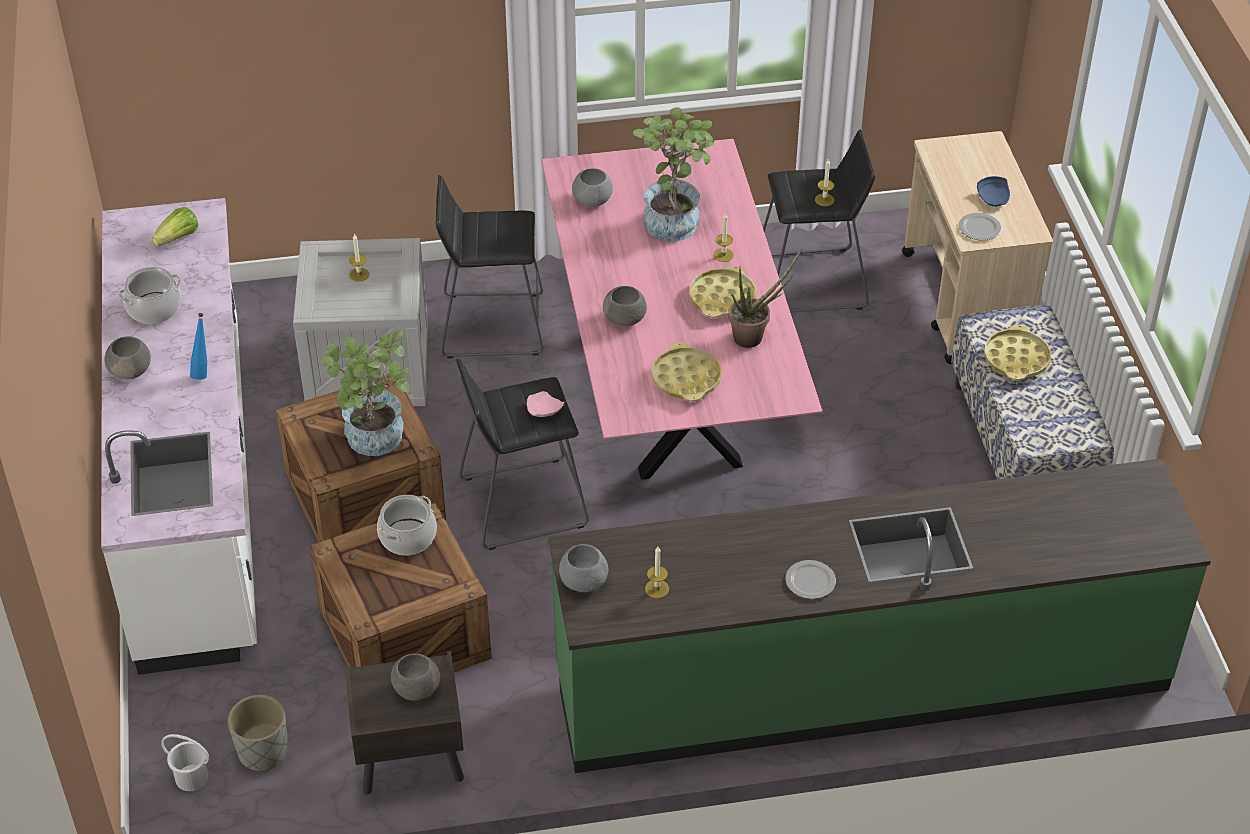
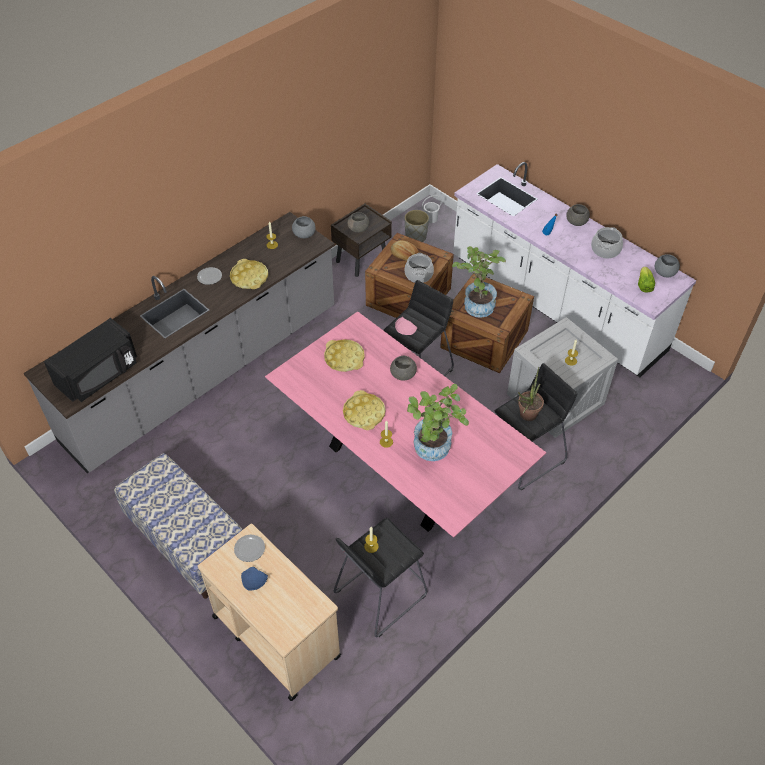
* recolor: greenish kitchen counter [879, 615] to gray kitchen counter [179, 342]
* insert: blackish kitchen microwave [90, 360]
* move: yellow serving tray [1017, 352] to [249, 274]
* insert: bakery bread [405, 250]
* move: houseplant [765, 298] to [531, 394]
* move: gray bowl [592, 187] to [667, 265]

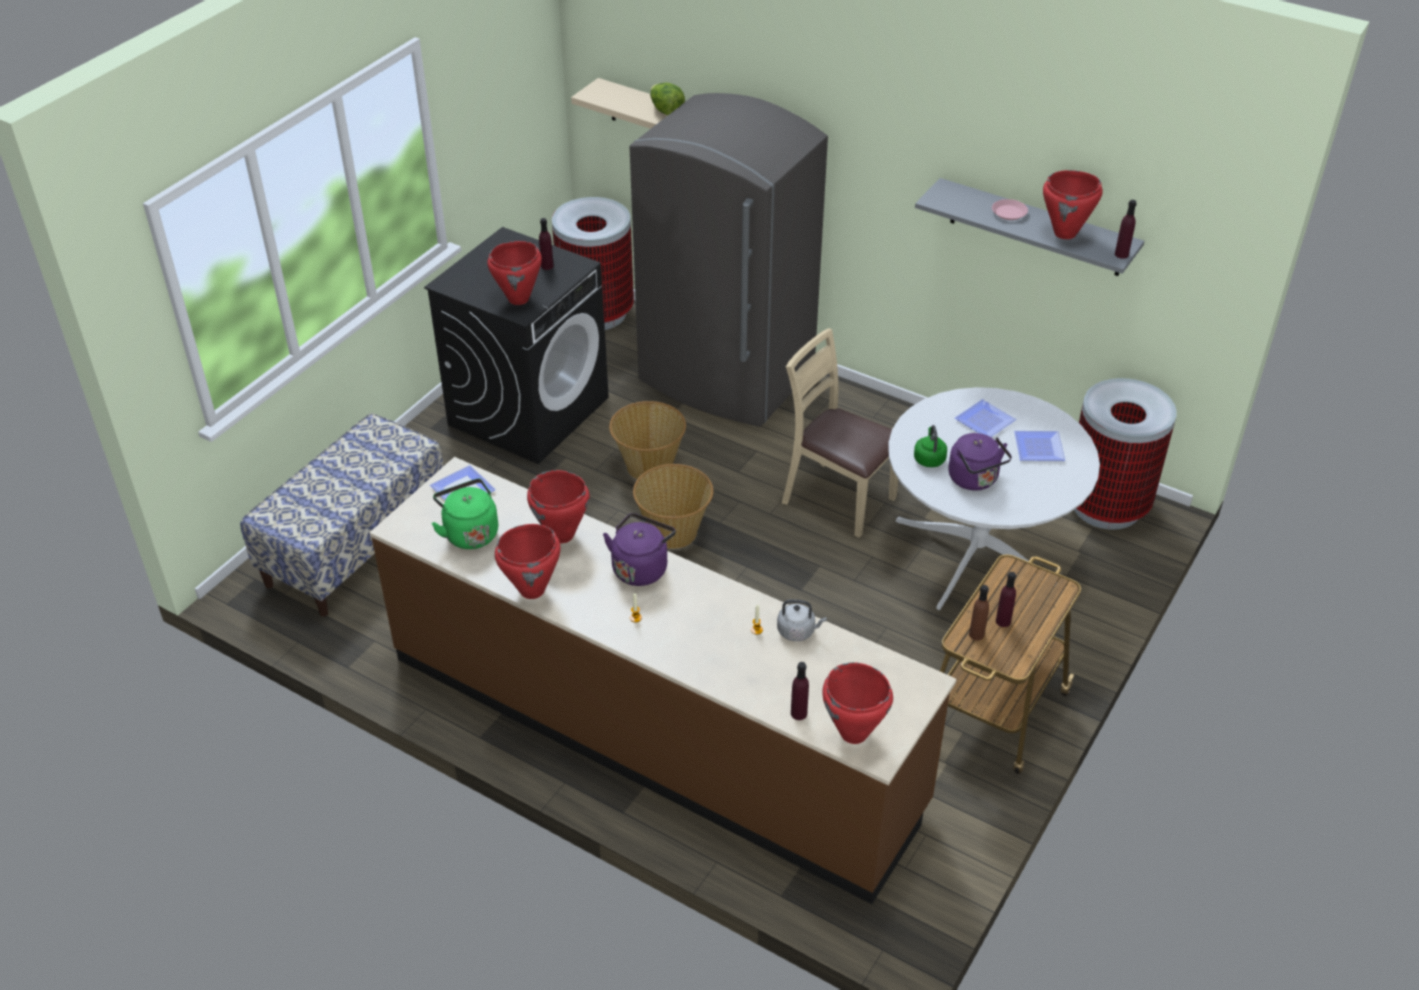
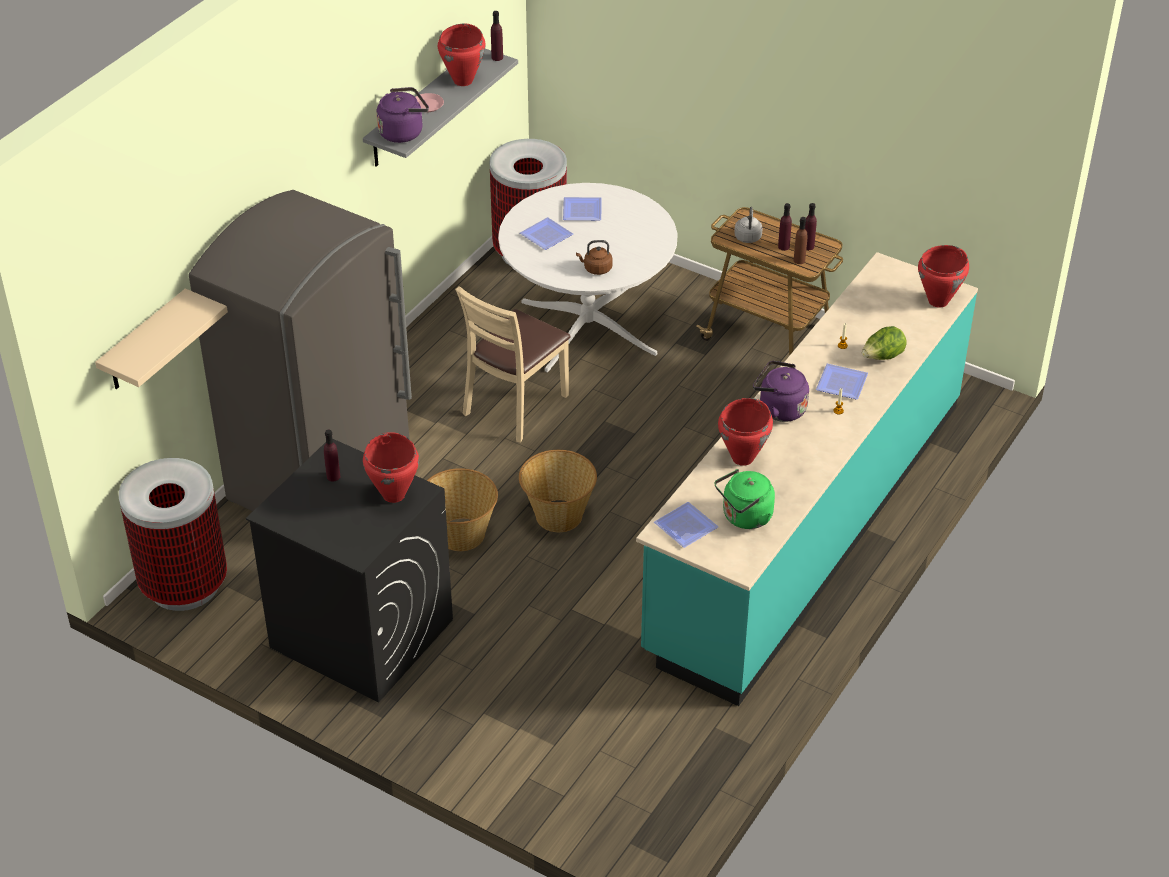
* move: purplish tea kettle [980, 462] to [402, 115]
* recolor: greenish tea kettle [930, 446] to brown tea kettle [594, 257]
* recolor: brown kitchen counter [663, 680] to turquoise-coloured kitchen counter [807, 479]
* move: gray tea kettle [801, 620] to [748, 225]
* move: purplish beverage bottle [800, 691] to [811, 226]
* insert: dinner plate [842, 381]
* move: lettuce [667, 99] to [884, 343]
* delete: indoor bench [341, 515]
* delete: reddish stockpot [527, 561]

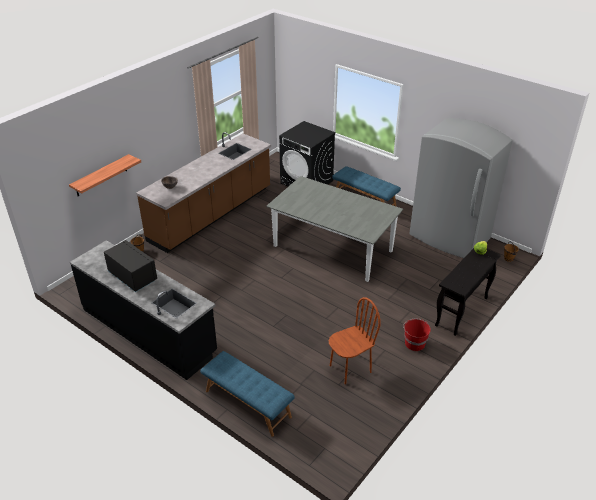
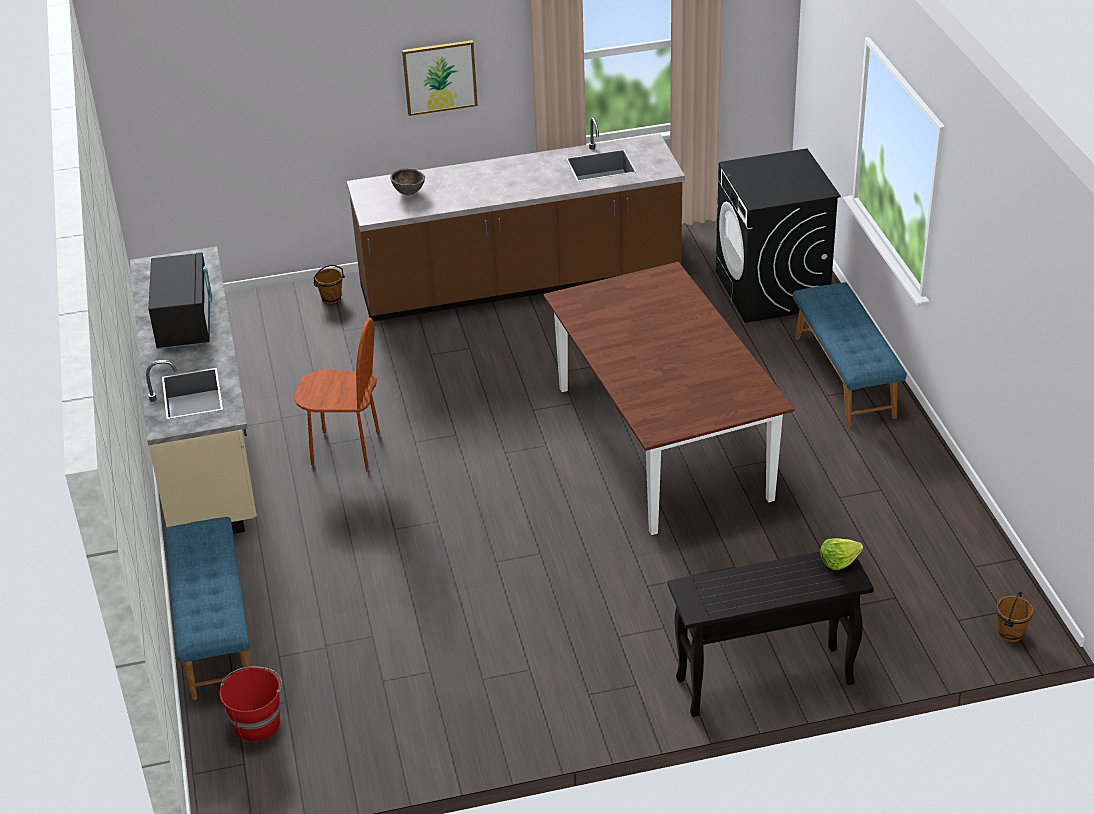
* recolor: blackish kitchen counter [143, 310] to beige-coloured kitchen counter [193, 390]
* move: reddish pail [417, 335] to [250, 704]
* move: brown chair [355, 340] to [337, 393]
* insert: wall art [440, 78]
* recolor: gray dinner table [334, 229] to brown dinner table [669, 398]
* delete: bracket shelf [105, 175]
* delete: gray fridge [461, 188]

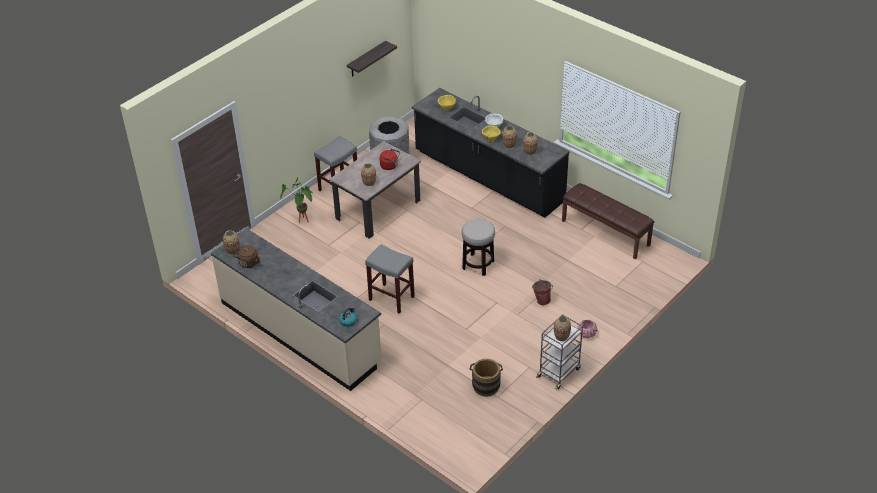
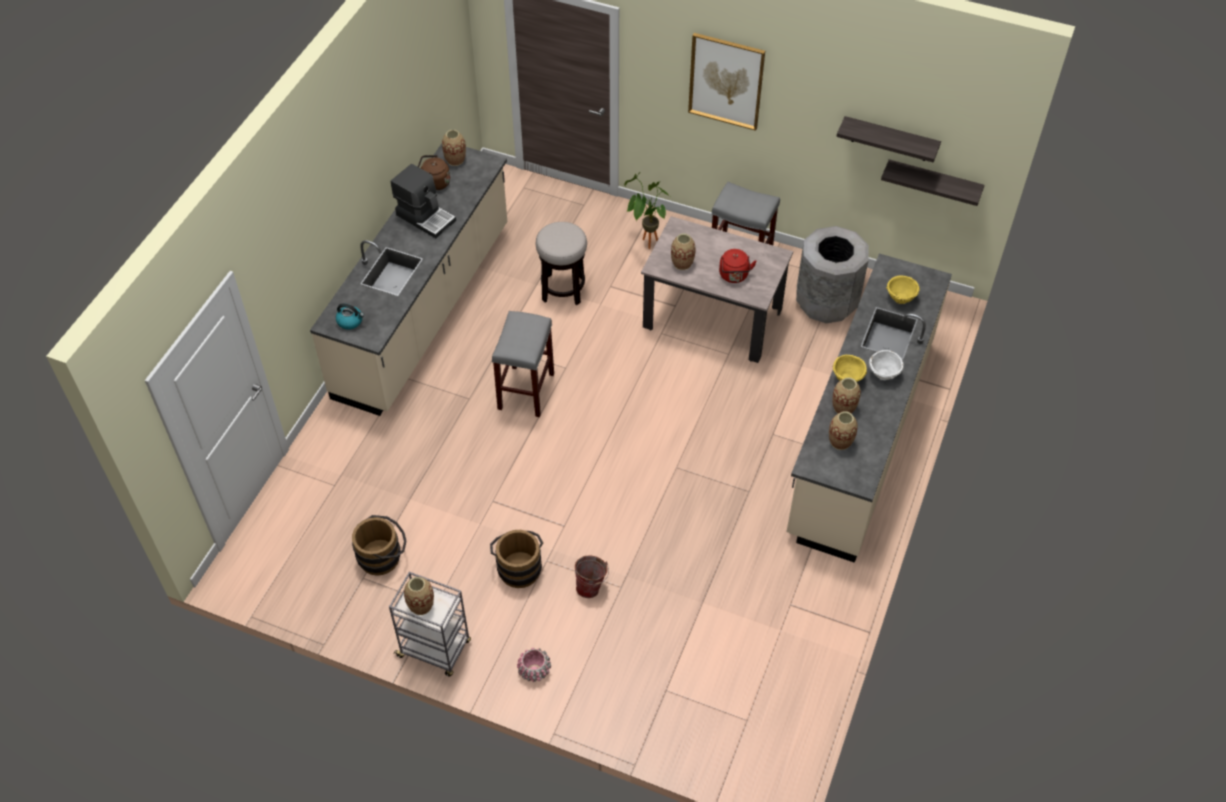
* insert: coffee maker [423, 201]
* insert: brown pail [516, 559]
* move: stool [478, 247] to [561, 263]
* insert: wall art [726, 82]
* recolor: blackish kitchen counter [491, 152] to beige-coloured kitchen counter [869, 408]
* insert: bracket shelf [932, 182]
* delete: brown indoor bench [608, 221]

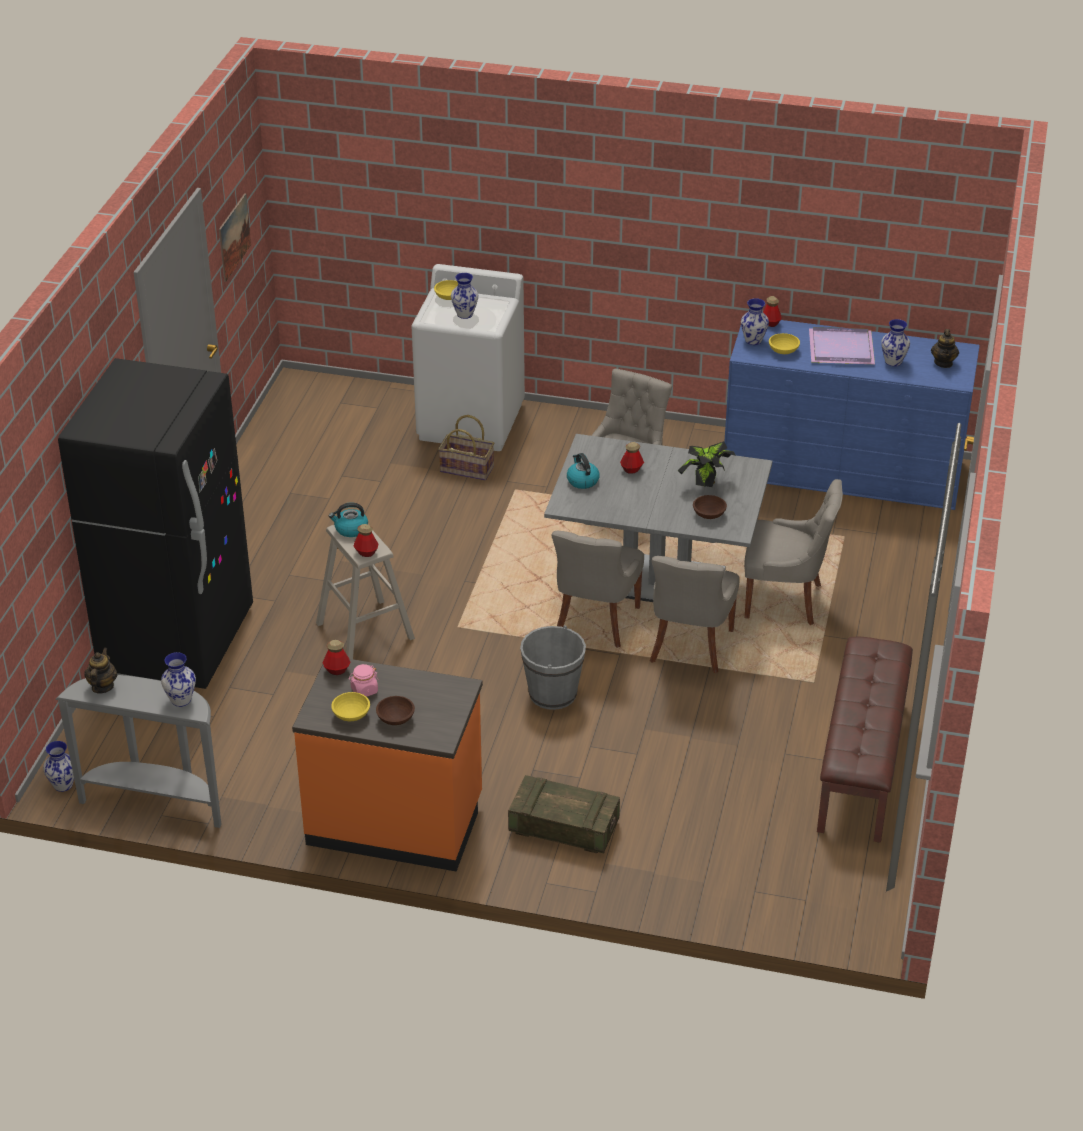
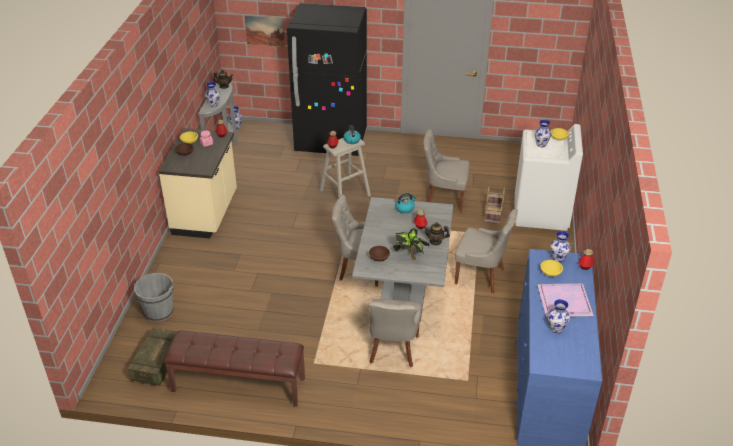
* move: shipping crate [564, 814] to [152, 356]
* move: gray pail [553, 667] to [153, 297]
* recolor: orange-coloured kitchen counter [387, 765] to beige-coloured kitchen counter [197, 183]
* move: wall art [235, 237] to [265, 31]
* move: tea pot [945, 348] to [436, 233]
* move: gray chair [695, 614] to [447, 171]

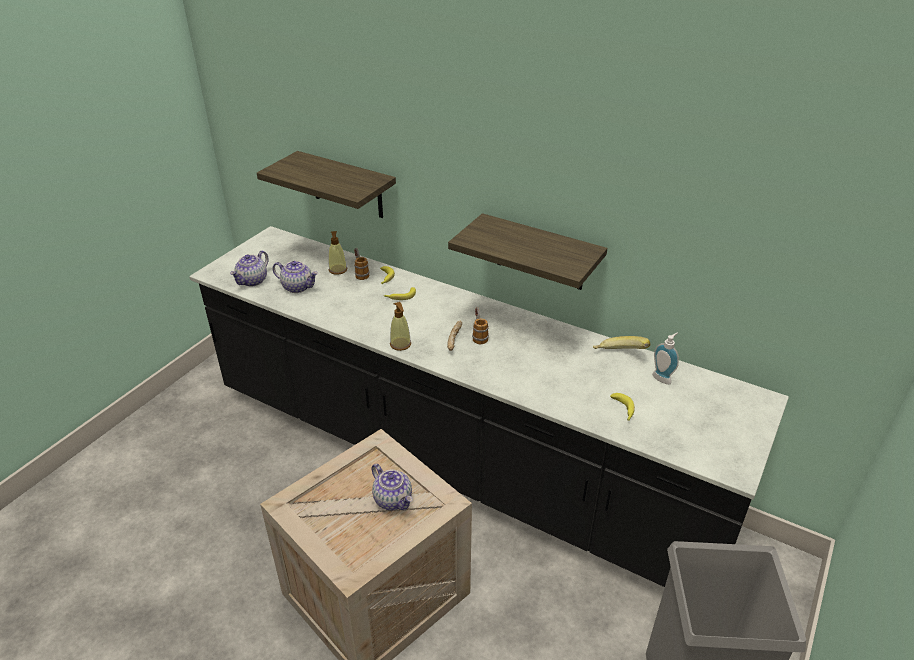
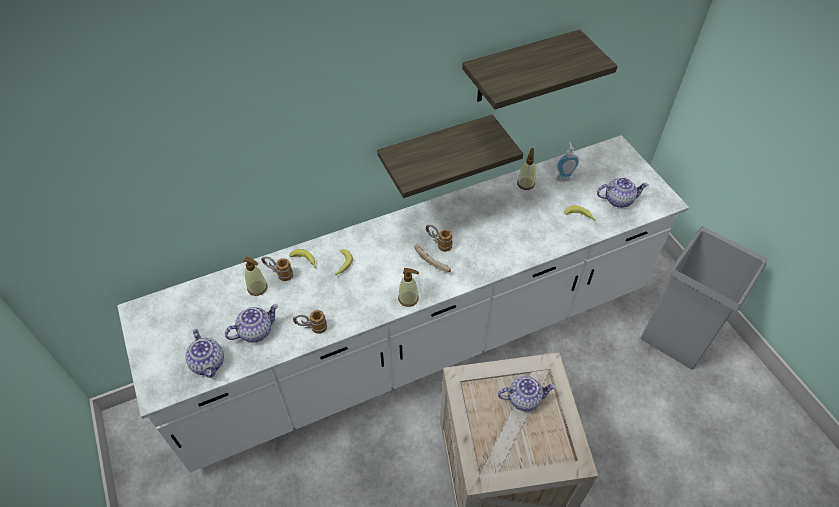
* recolor: blackish kitchen counter [489, 406] to white kitchen counter [403, 304]
* insert: mug [310, 322]
* move: bracket shelf [326, 184] to [540, 69]
* replace: banana fruit [621, 342] to liquid soap bottle [526, 169]
* insert: tea pot [623, 192]

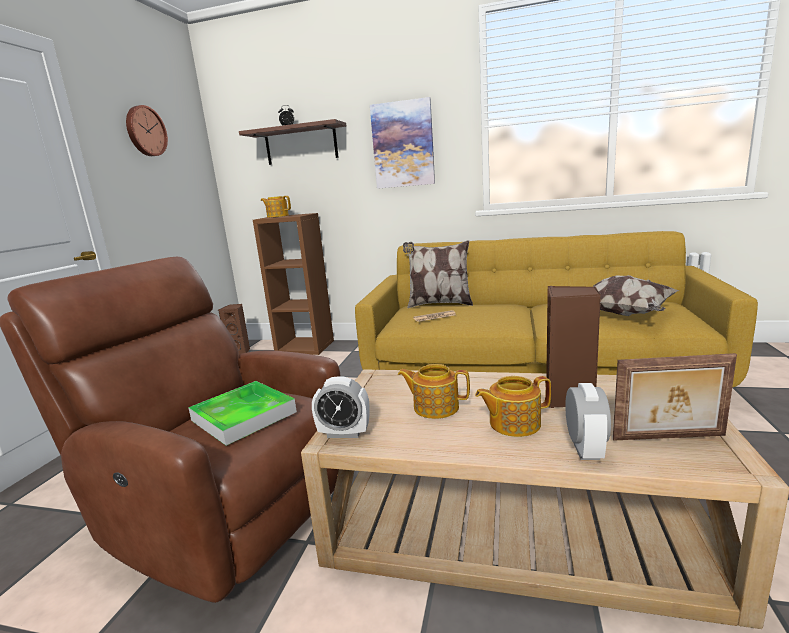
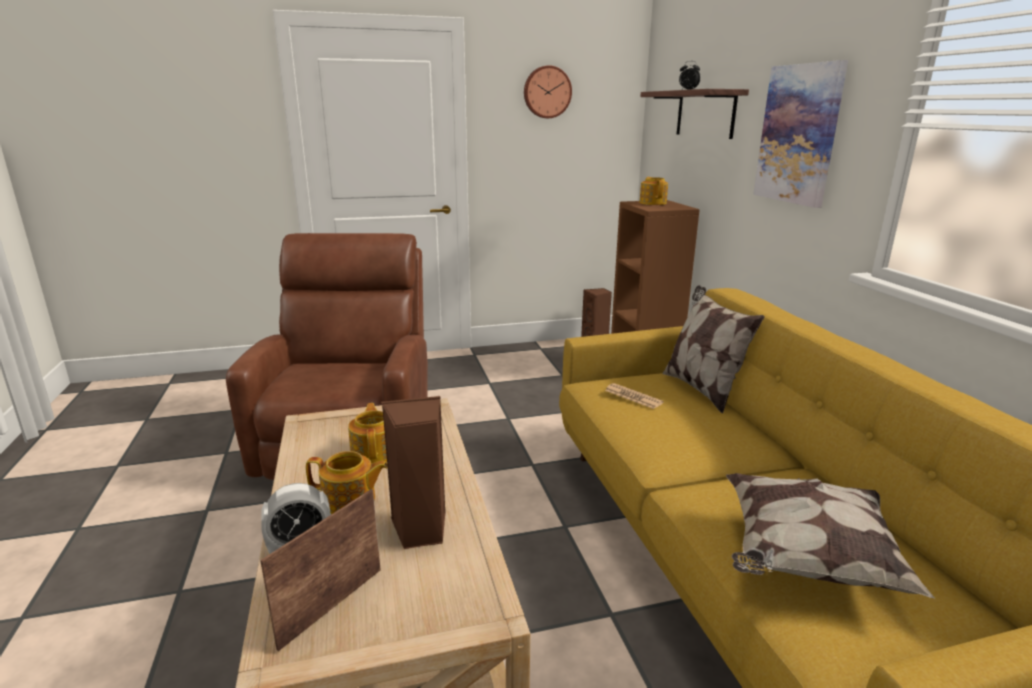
* rotate: photo frame [675, 396] = [320, 570] 60 degrees clockwise
* rotate: tea pot [513, 406] = [347, 482] 135 degrees clockwise
* delete: serving tray [242, 413]
* delete: alarm clock [341, 407]

